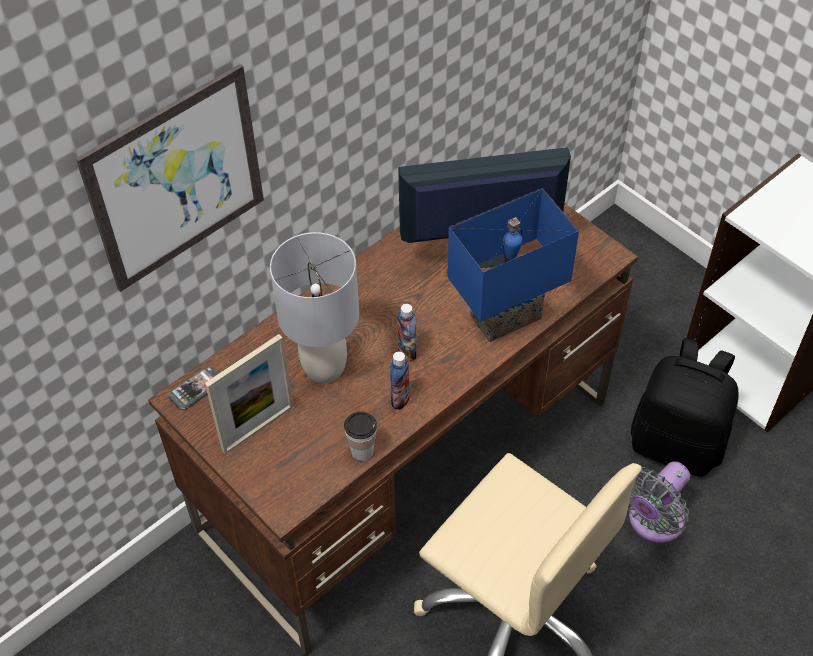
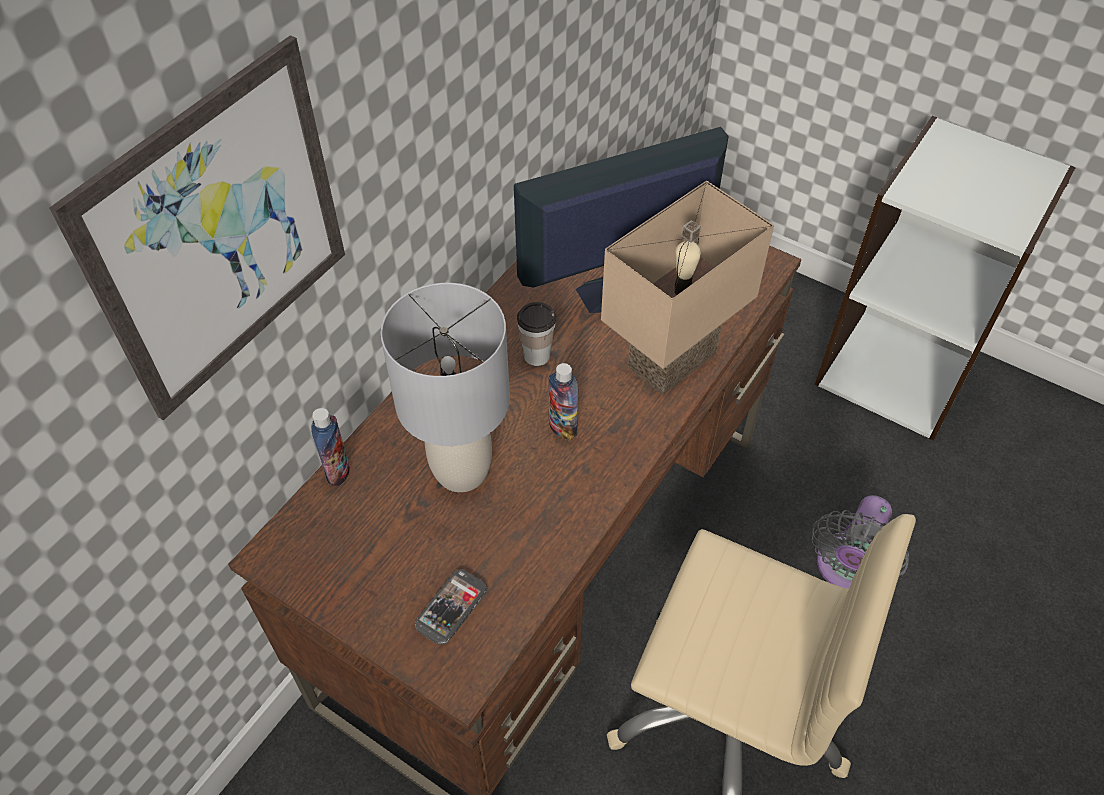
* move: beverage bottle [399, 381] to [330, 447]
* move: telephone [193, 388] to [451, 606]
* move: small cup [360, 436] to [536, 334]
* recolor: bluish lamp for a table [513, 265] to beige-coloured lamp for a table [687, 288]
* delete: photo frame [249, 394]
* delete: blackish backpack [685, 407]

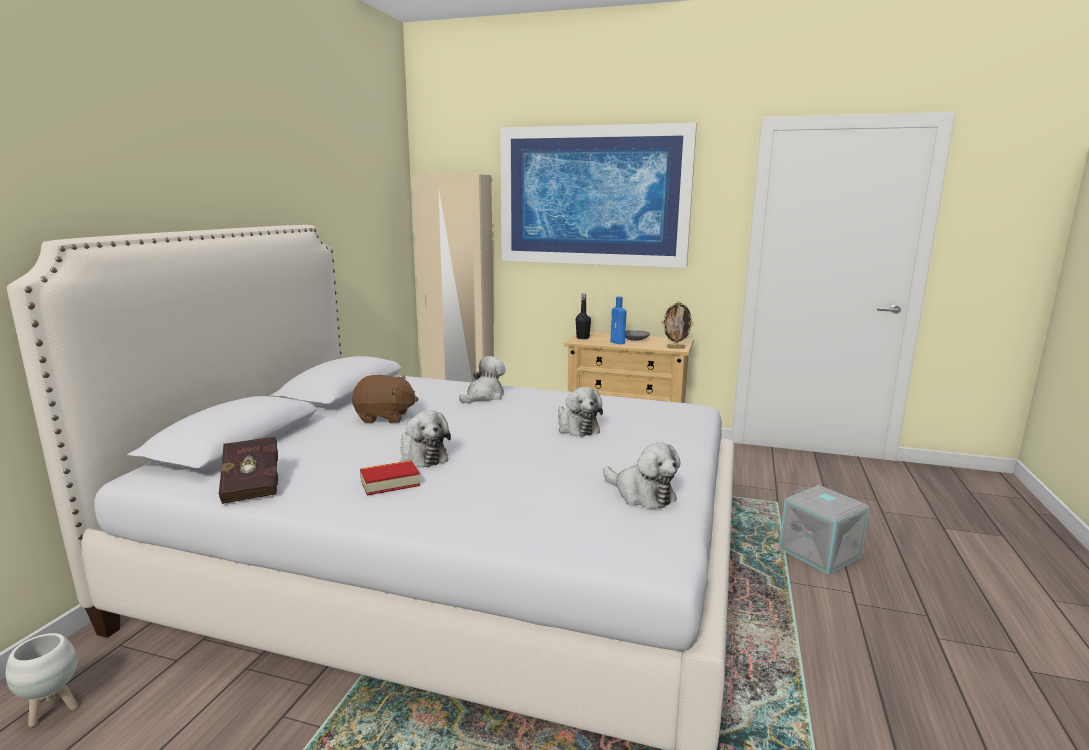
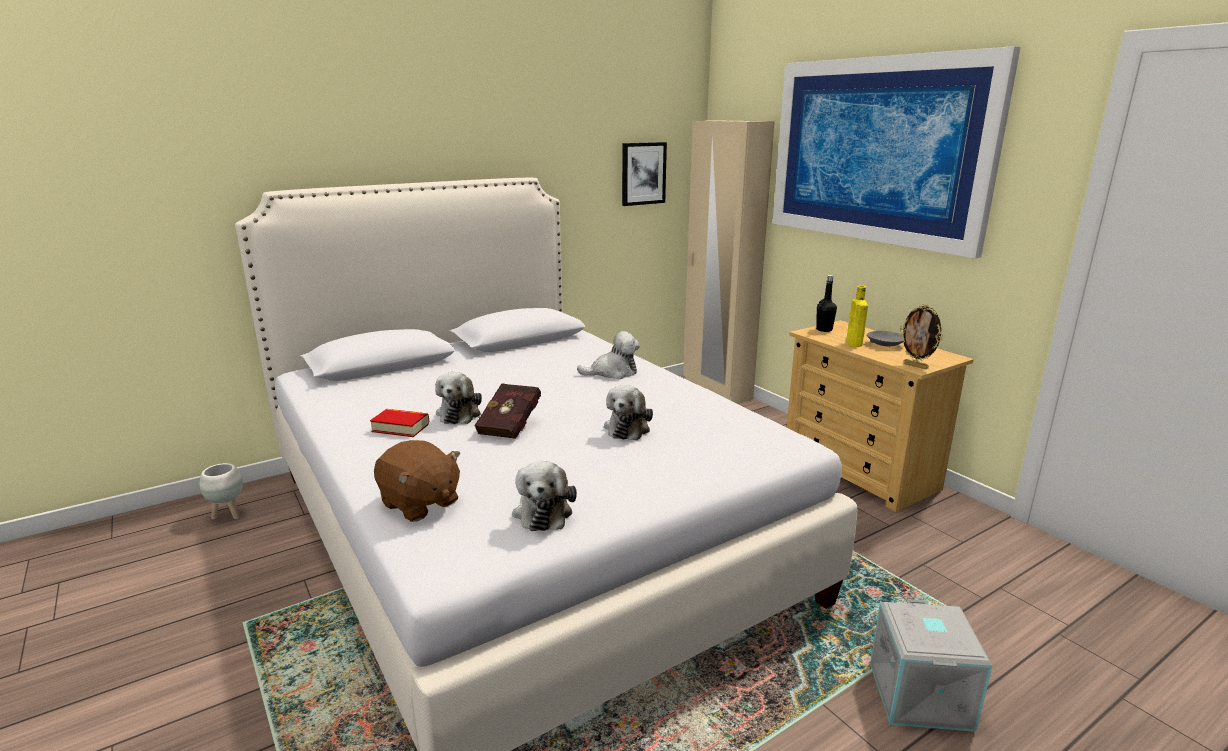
* move: brown soft toy [385, 399] to [417, 481]
* move: reddish book [248, 470] to [507, 411]
* insert: wall art [644, 174]
* recolor: bluish beverage bottle [618, 320] to yellow beverage bottle [857, 316]

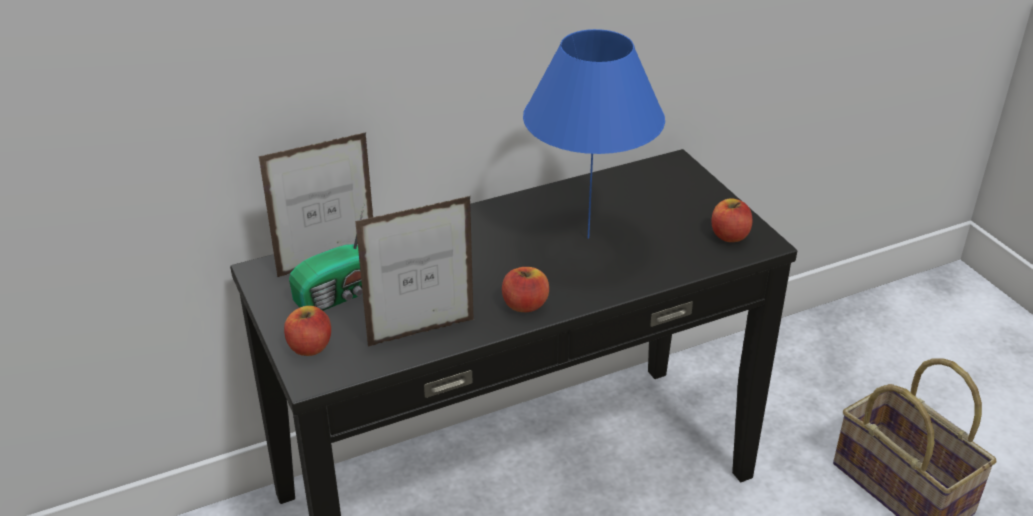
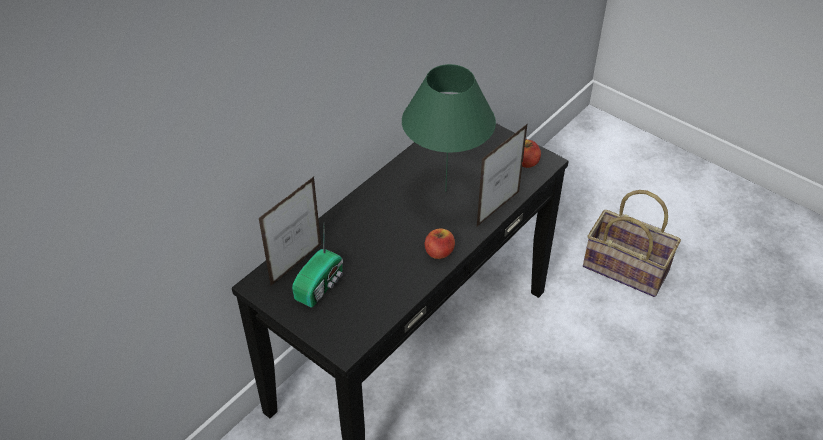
* recolor: bluish lamp for a table [594, 134] to greenish lamp for a table [449, 127]
* move: photo frame [414, 271] to [502, 175]
* delete: apple fruit [307, 331]

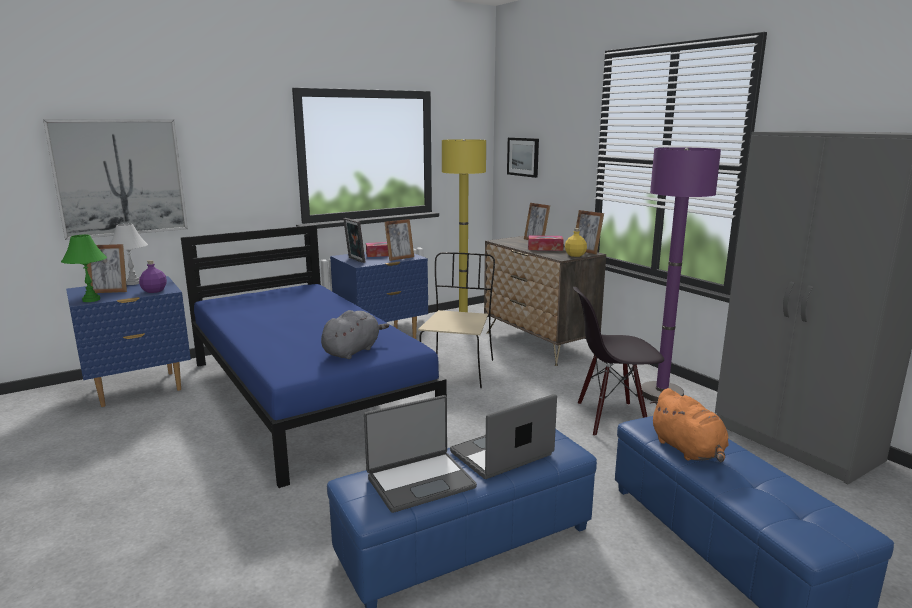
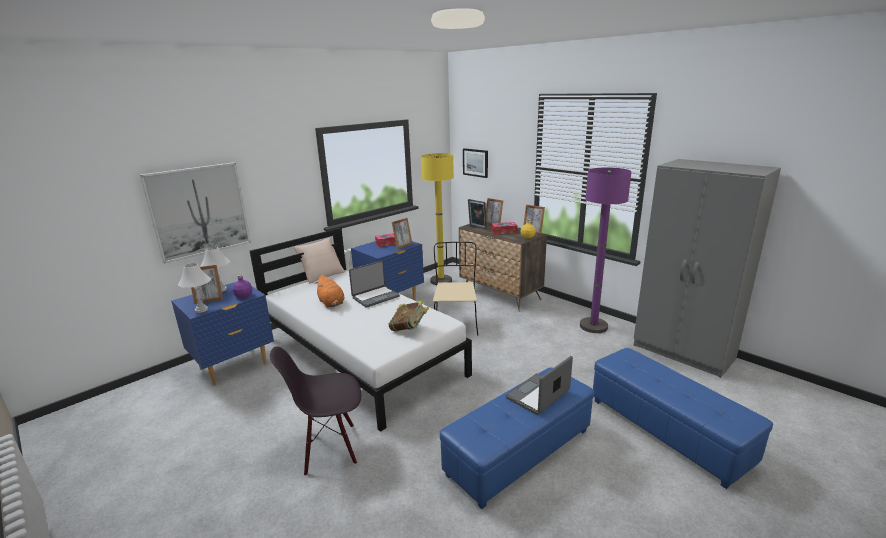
* recolor: greenish lamp for a table [84, 268] to white lamp for a table [194, 288]
* recolor: bluish sleeping bed [314, 356] to white sleeping bed [361, 330]
* move: blackish chair [618, 362] to [315, 411]
* insert: beige-coloured pillow [319, 260]
* move: orange-coloured soft toy [689, 425] to [330, 291]
* move: laptop [420, 454] to [374, 284]
* replace: gray soft toy [355, 334] to book [408, 316]
* move: photo frame [354, 240] to [477, 214]

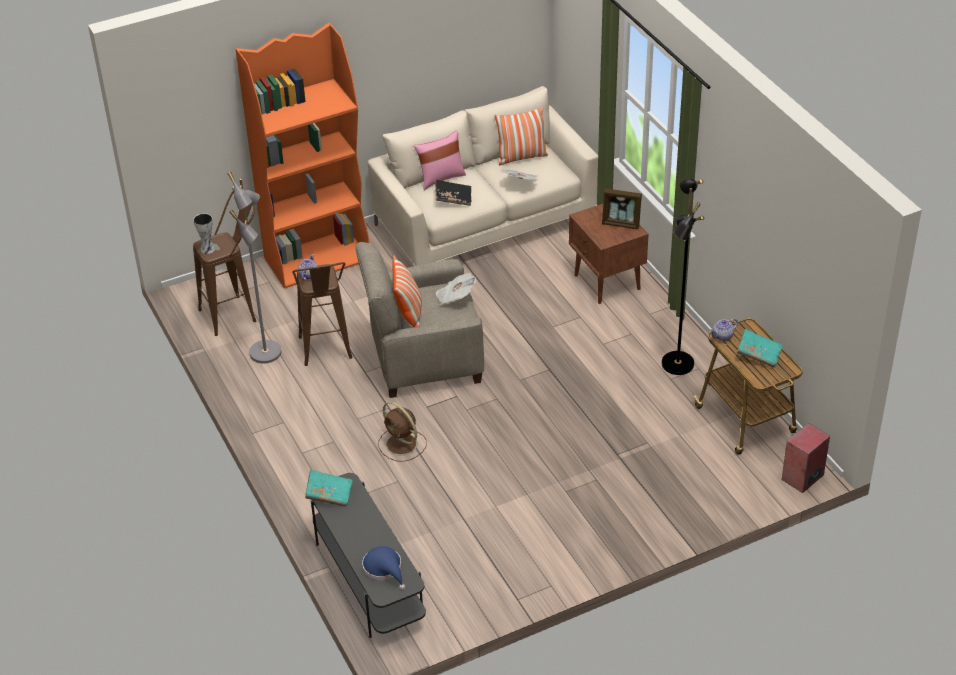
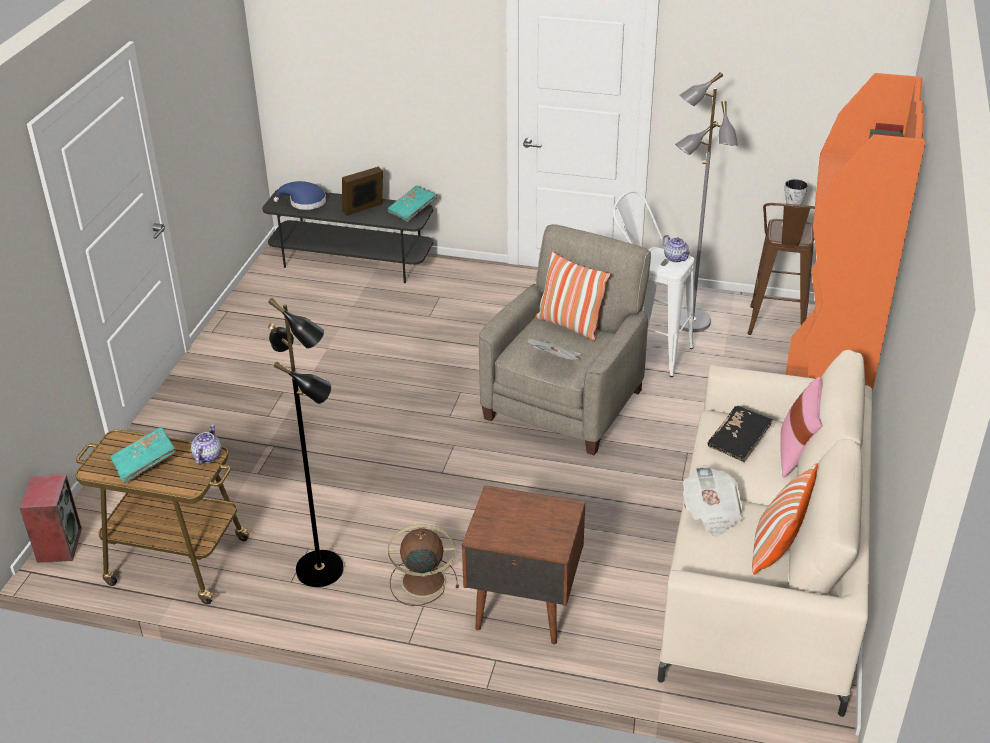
* move: photo frame [622, 208] to [362, 191]
* move: brown fan [402, 432] to [423, 565]
* recolor: brown stool [322, 314] to white stool [654, 283]

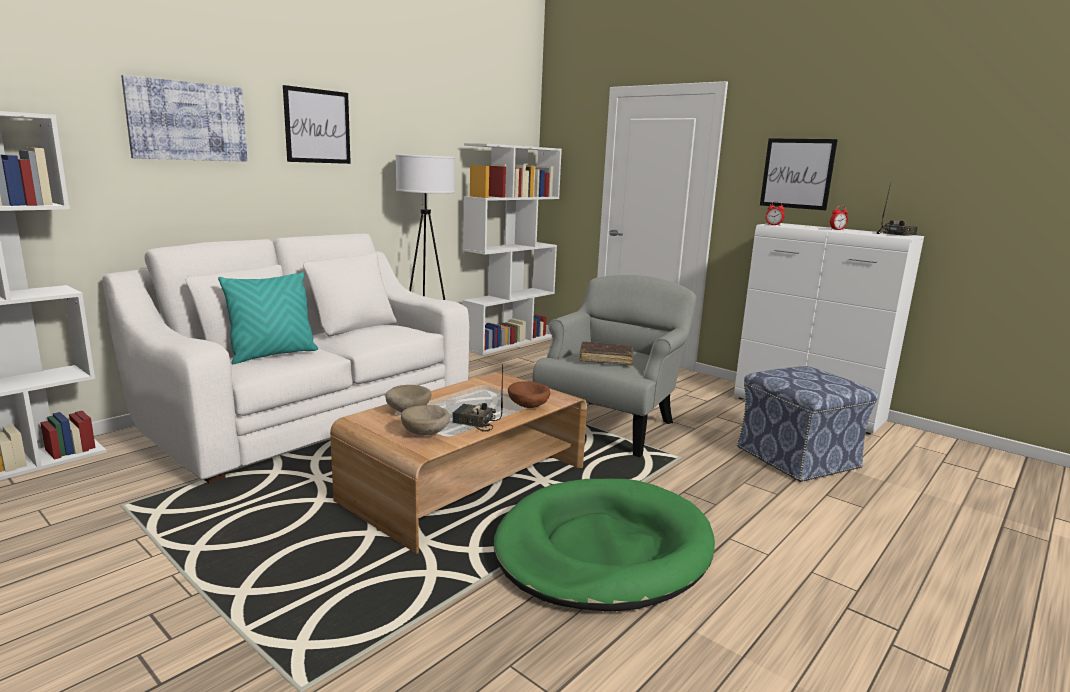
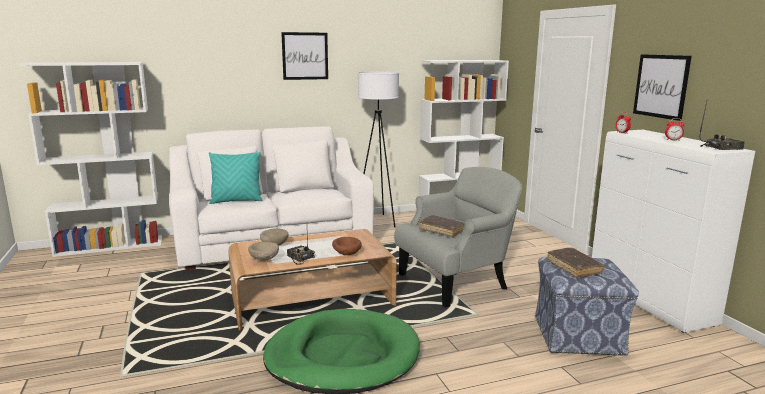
* insert: brown book [576, 263]
* delete: wall art [184, 118]

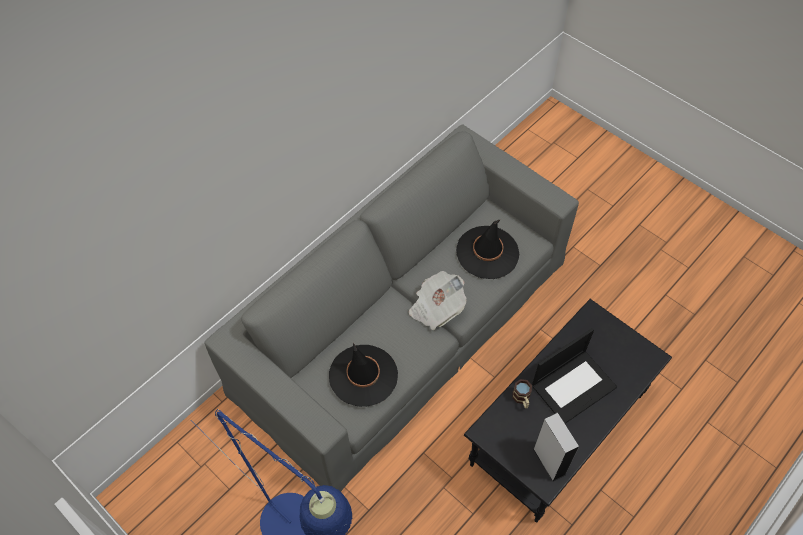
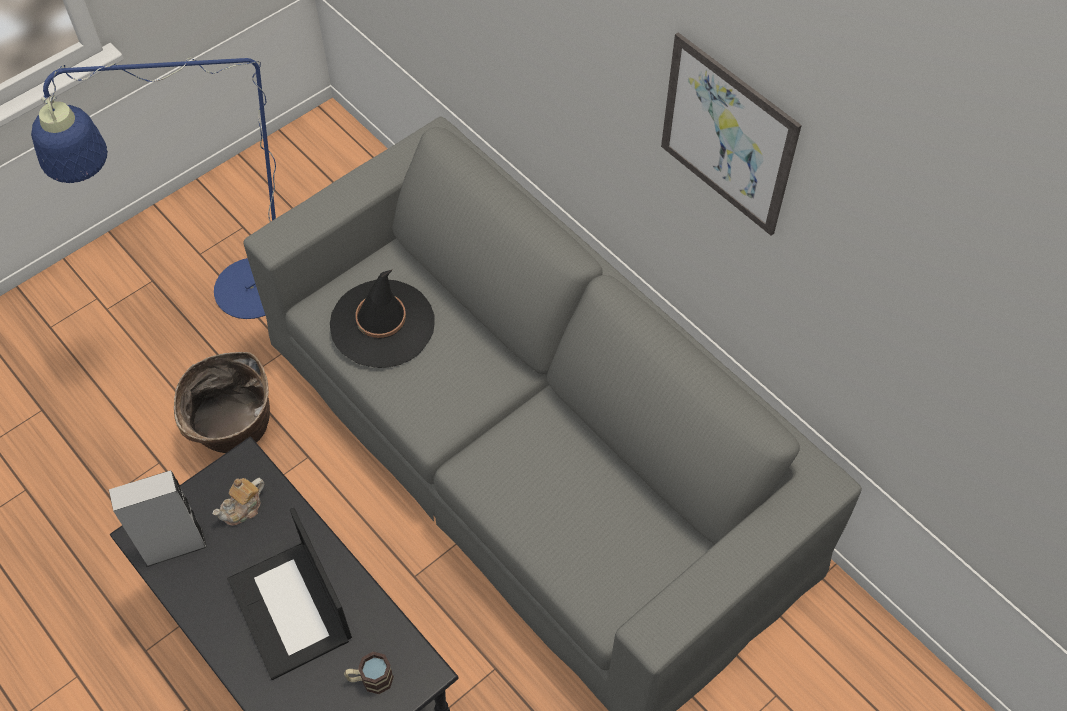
* insert: household basket [222, 402]
* insert: tea pot [238, 502]
* move: mug [522, 393] to [369, 673]
* insert: wall art [731, 134]
* delete: newspaper [437, 300]
* delete: blackish wearable hat [487, 249]

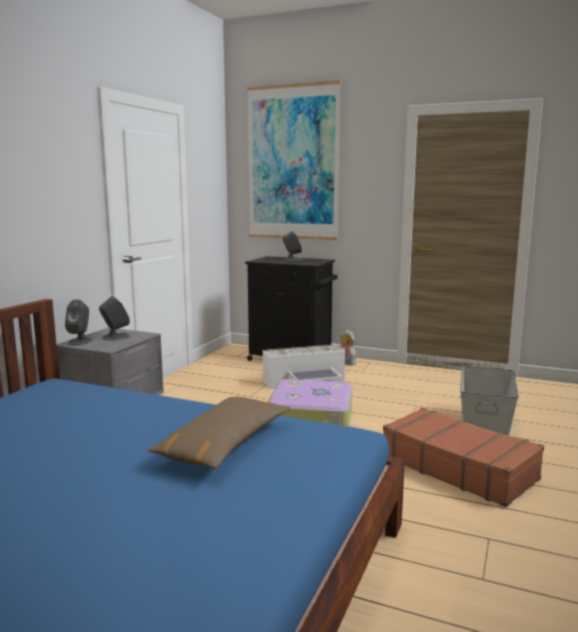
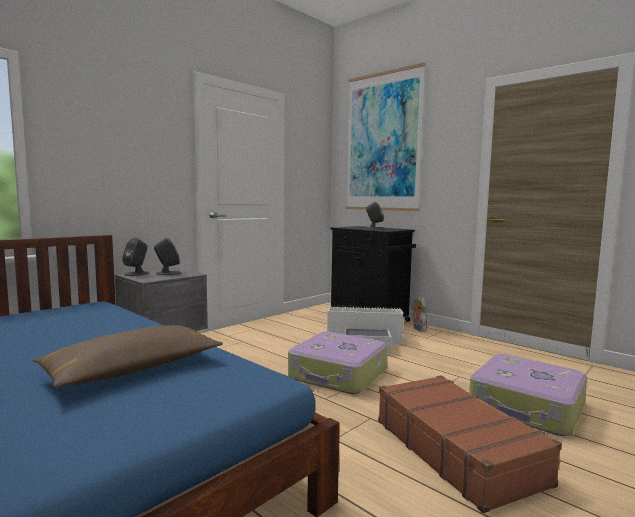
* replace: gray storage box [489, 401] to suitcase [528, 395]

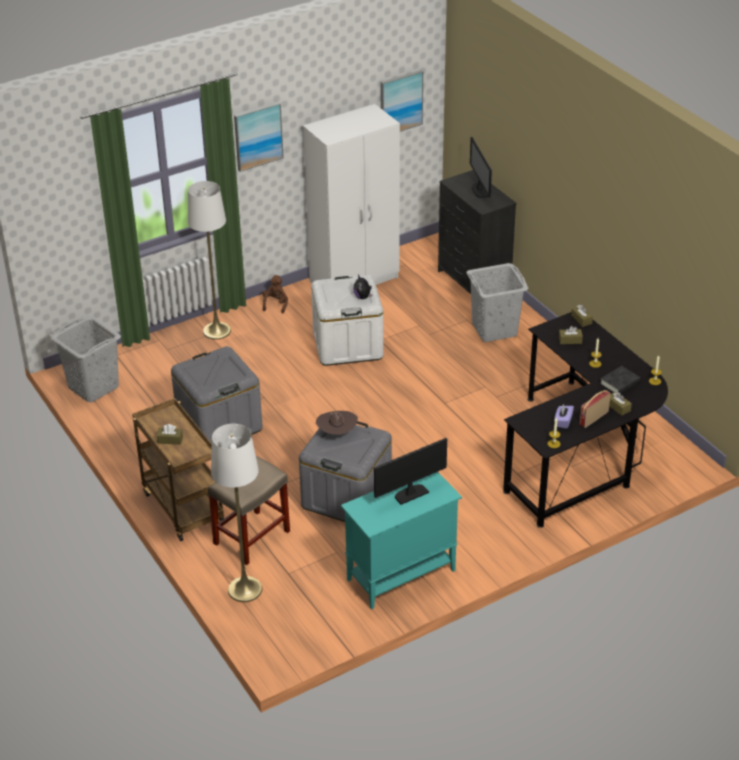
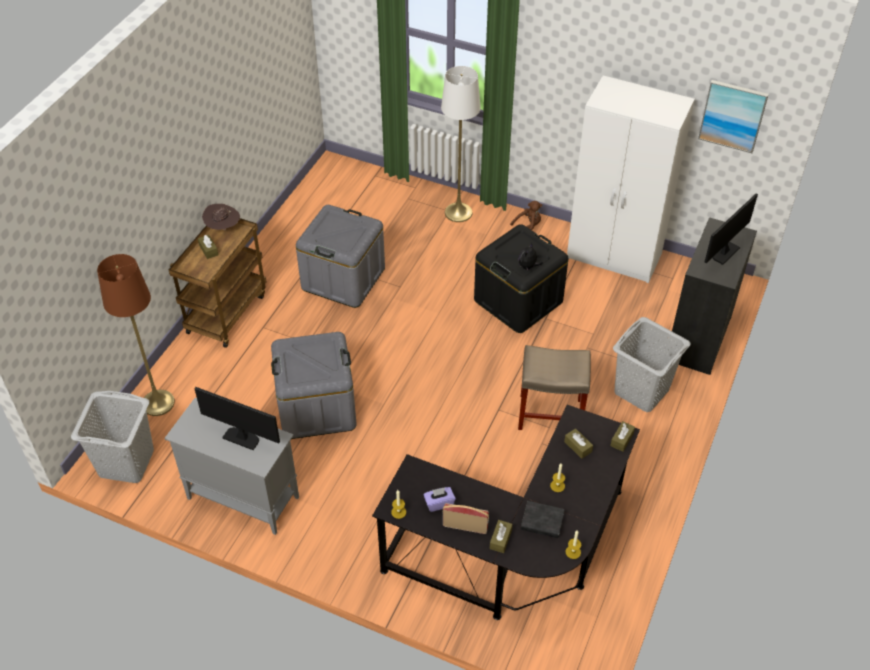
* move: gray hamper [86, 359] to [112, 437]
* recolor: white standard lamp [236, 513] to brown standard lamp [136, 335]
* recolor: turquoise-coloured storage cabinet [401, 540] to gray storage cabinet [231, 466]
* move: brown wearable hat [337, 423] to [221, 217]
* recolor: white storage box [347, 320] to blackish storage box [521, 278]
* move: beige-coloured stool [249, 510] to [554, 387]
* delete: wall art [259, 137]

